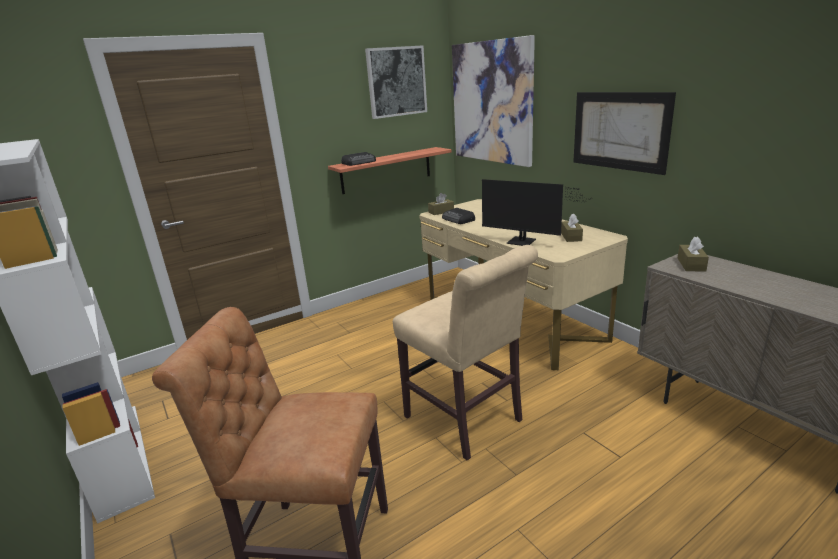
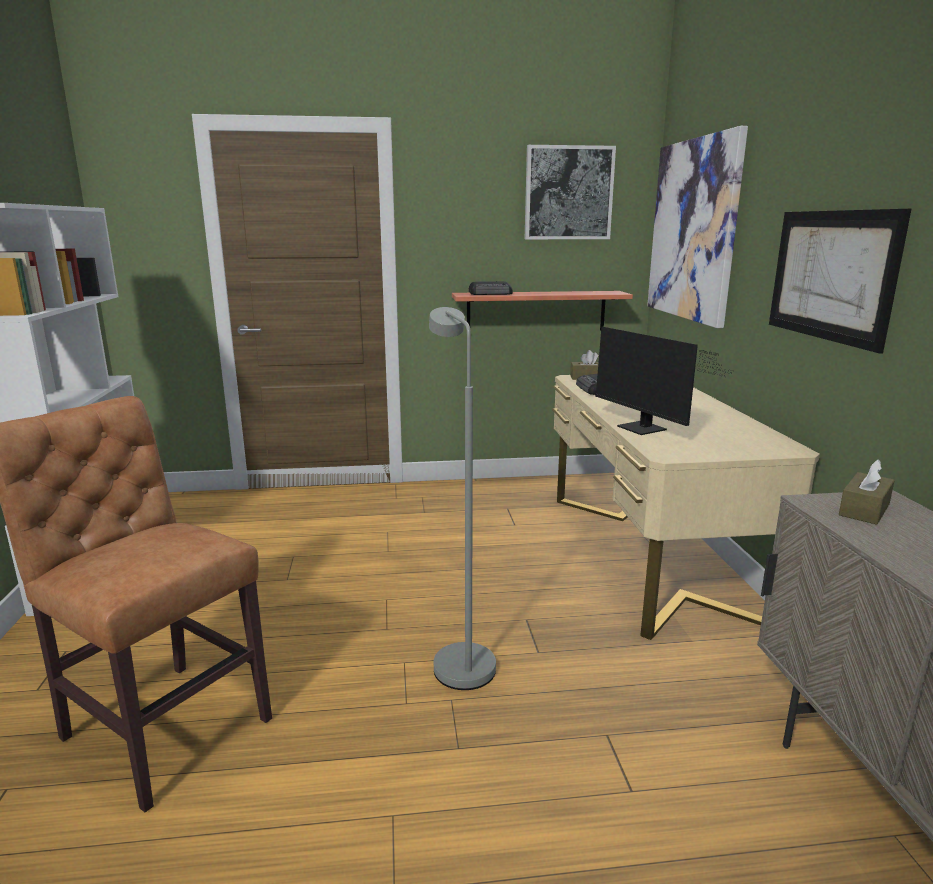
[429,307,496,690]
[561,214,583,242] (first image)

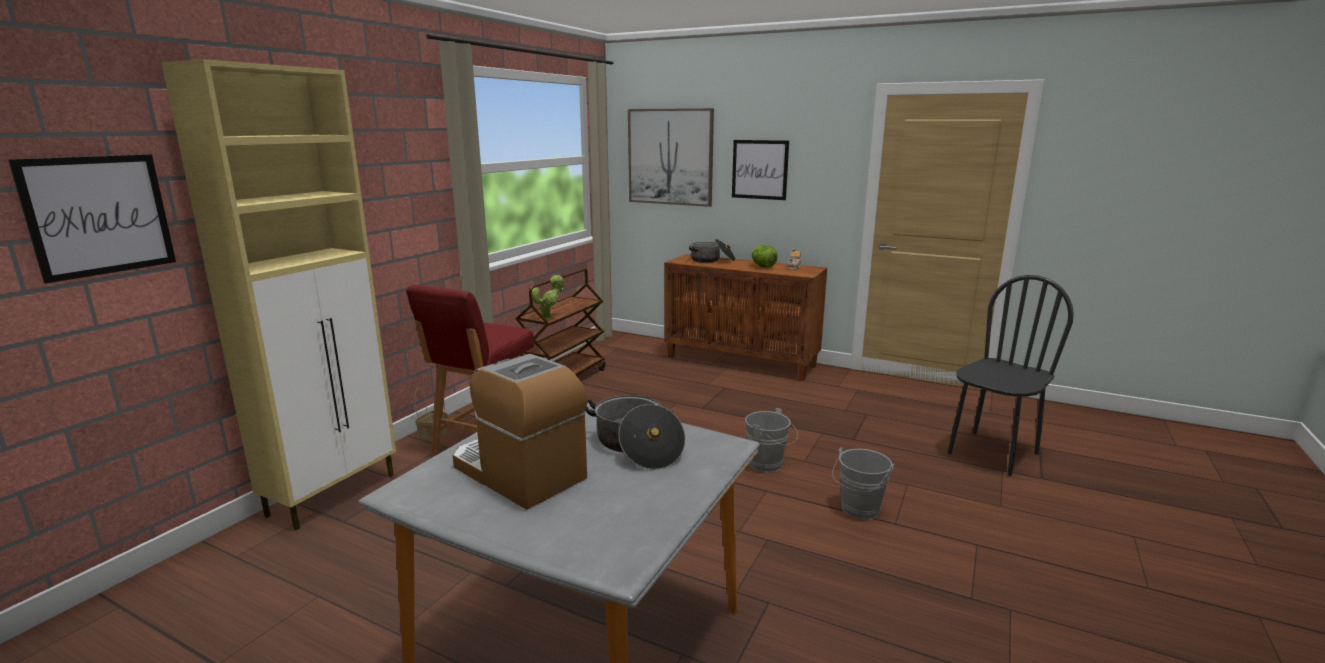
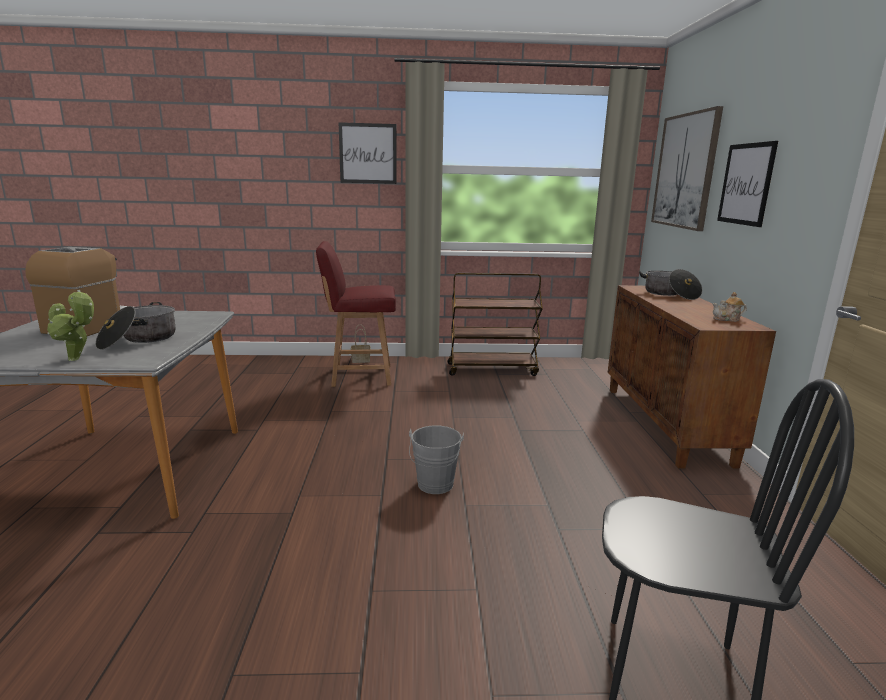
[47,290,94,361]
[339,122,397,184]
[161,59,396,530] (first image)
[751,245,778,268] (first image)
[832,447,895,520] (first image)

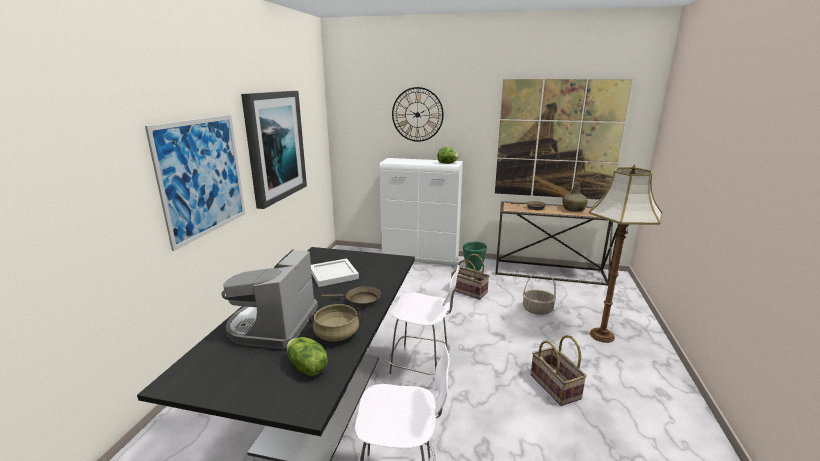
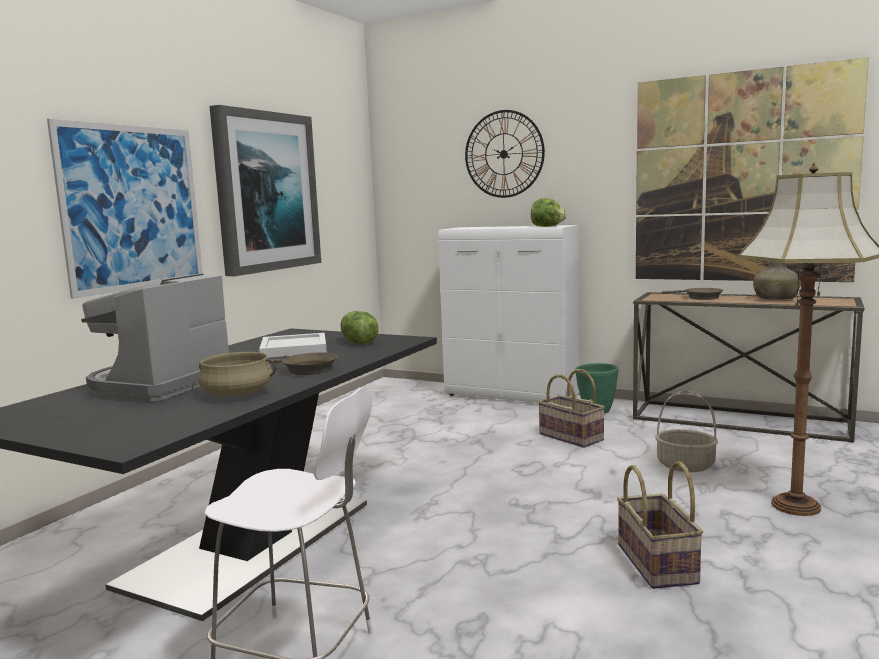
[340,311,378,344]
[388,265,460,390] (first image)

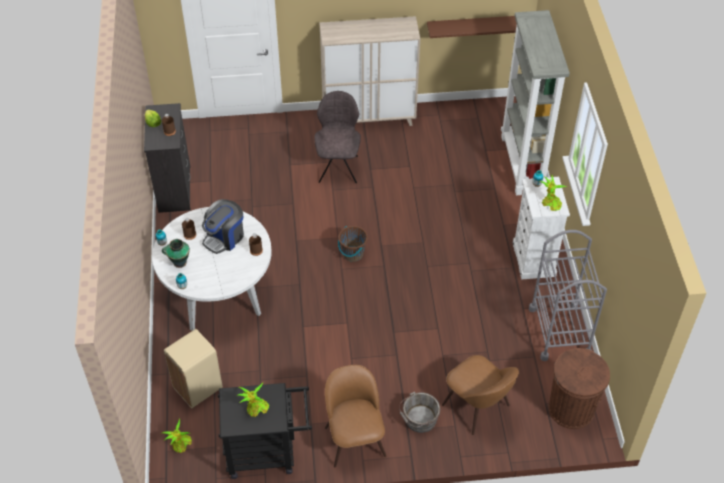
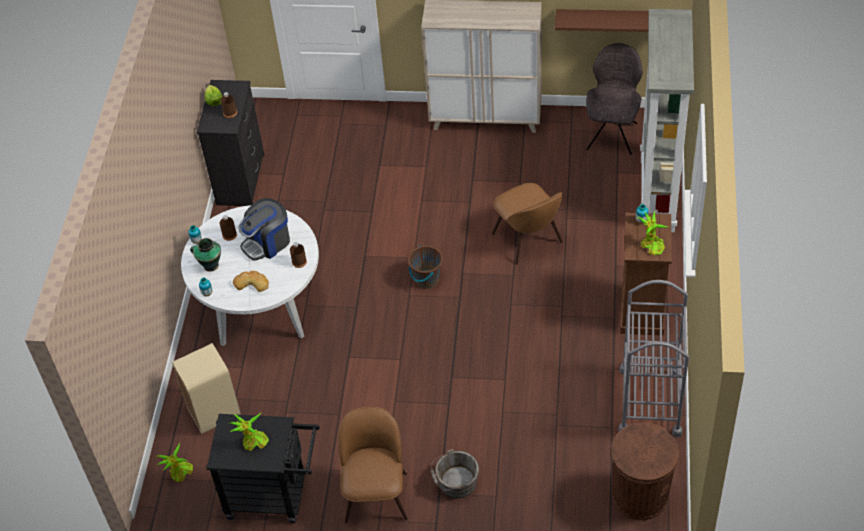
[233,271,269,292]
[492,183,563,265]
[586,43,643,155]
[620,212,672,335]

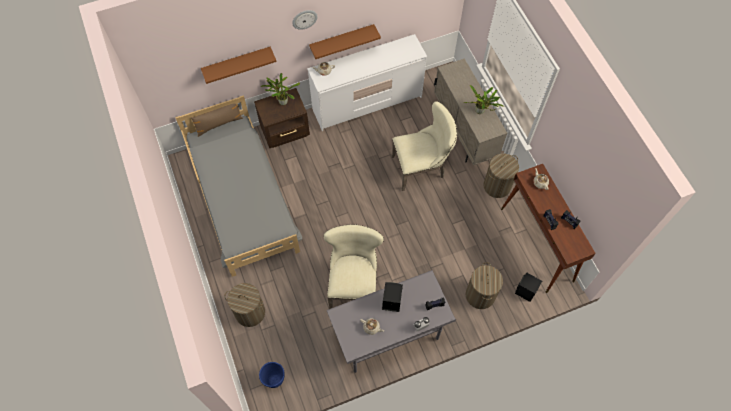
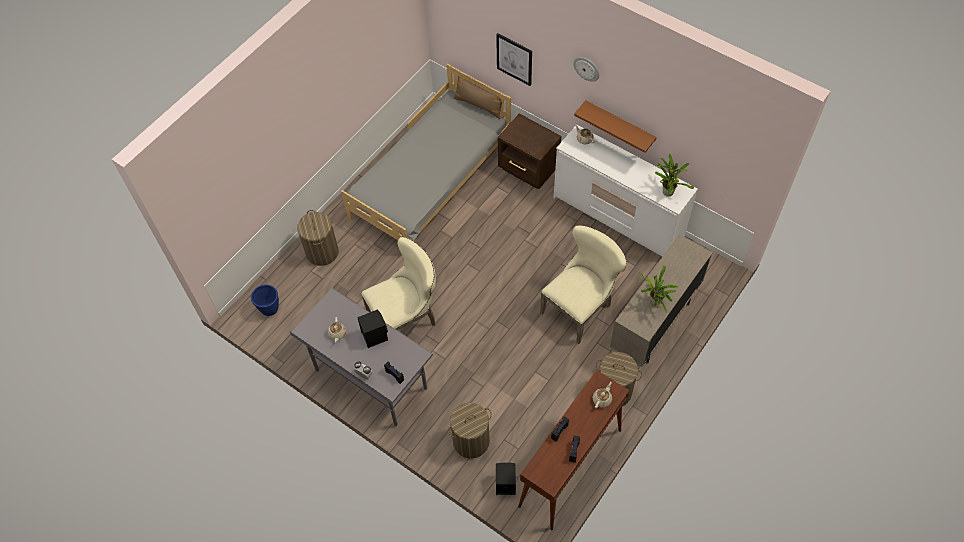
[496,33,532,86]
[540,225,627,344]
[655,154,694,197]

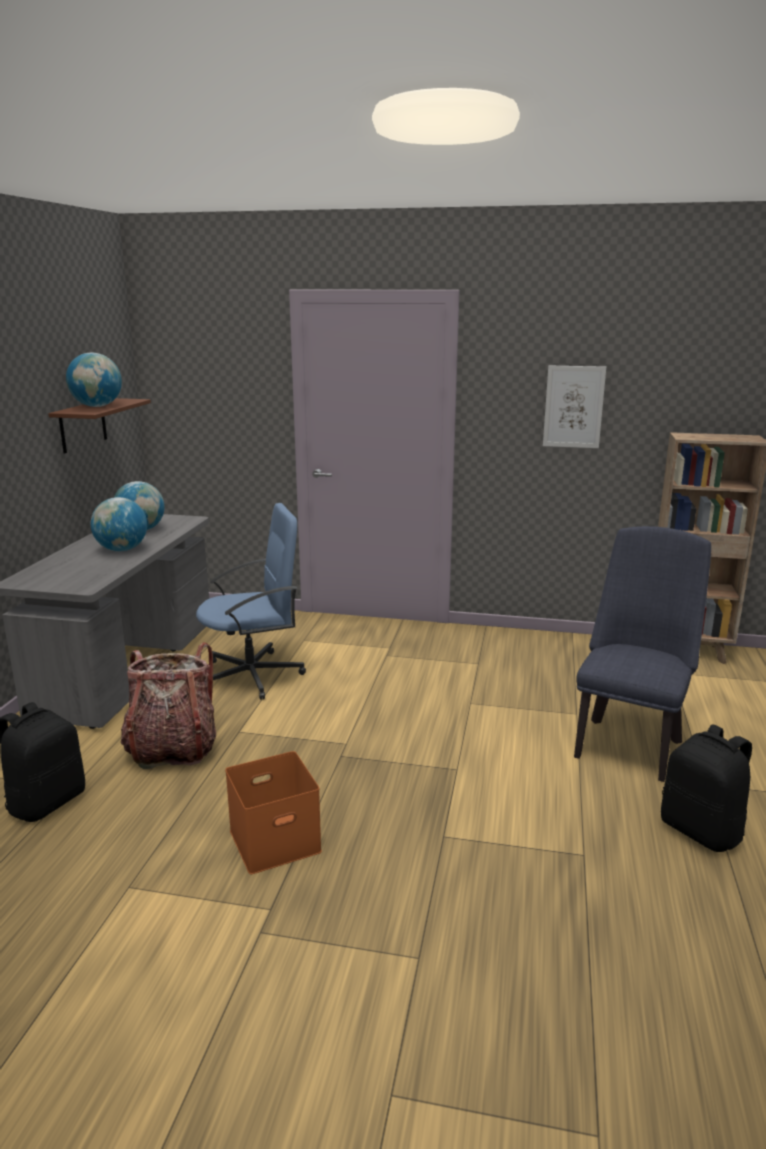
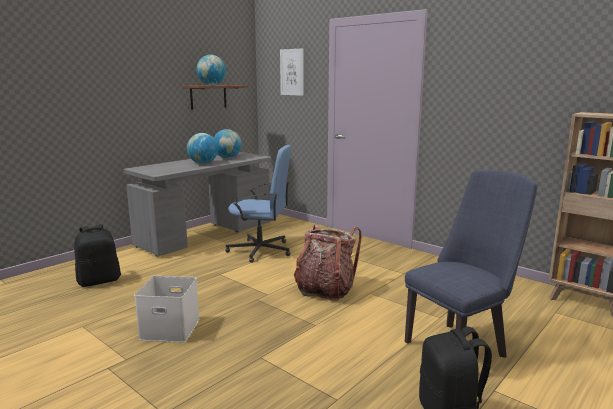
[134,276,199,342]
[280,48,304,96]
[294,225,362,301]

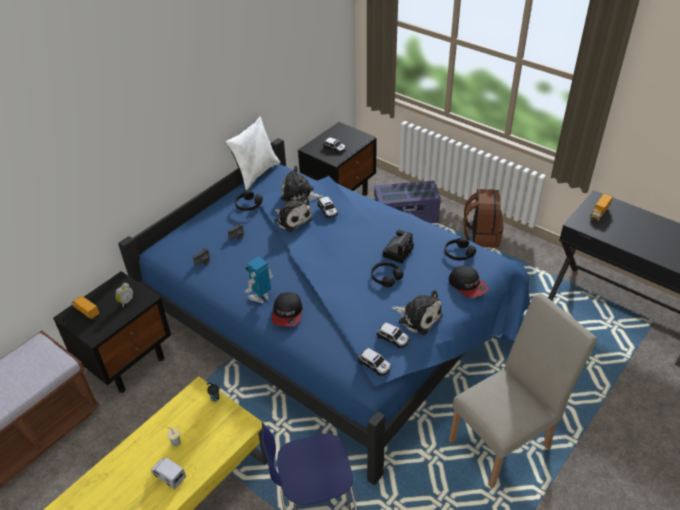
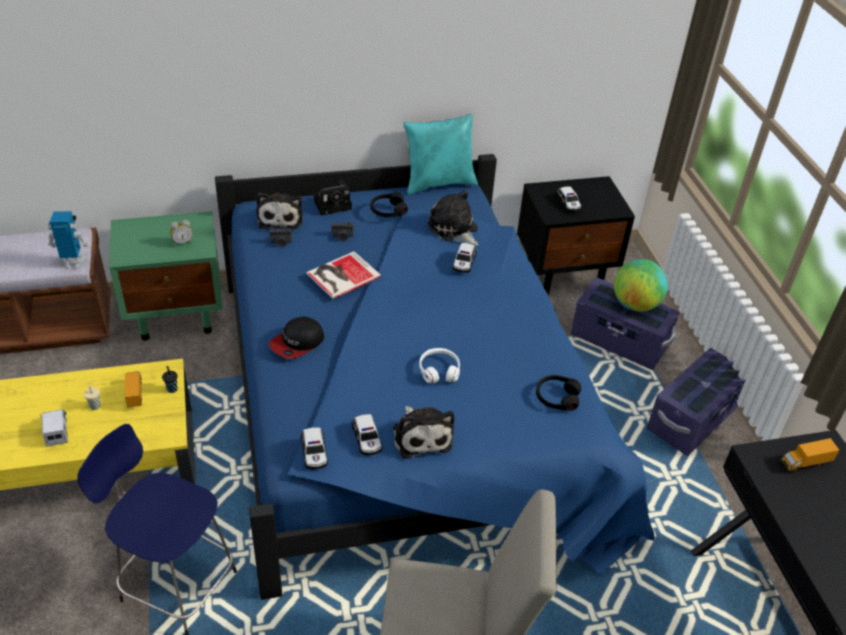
[48,211,90,269]
[109,211,223,341]
[125,371,142,408]
[256,193,303,229]
[306,251,382,299]
[314,180,352,215]
[403,114,478,195]
[419,348,460,383]
[614,259,668,312]
[647,348,745,456]
[449,265,488,298] (first image)

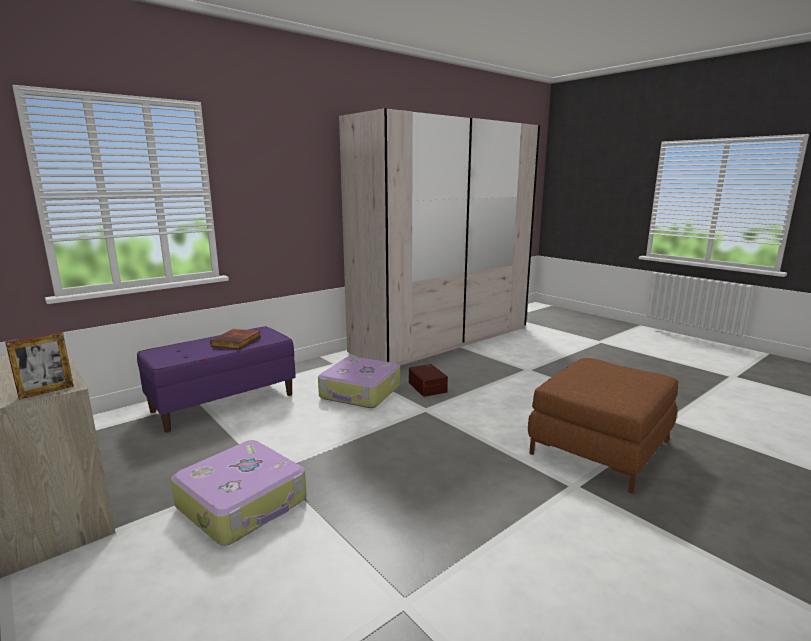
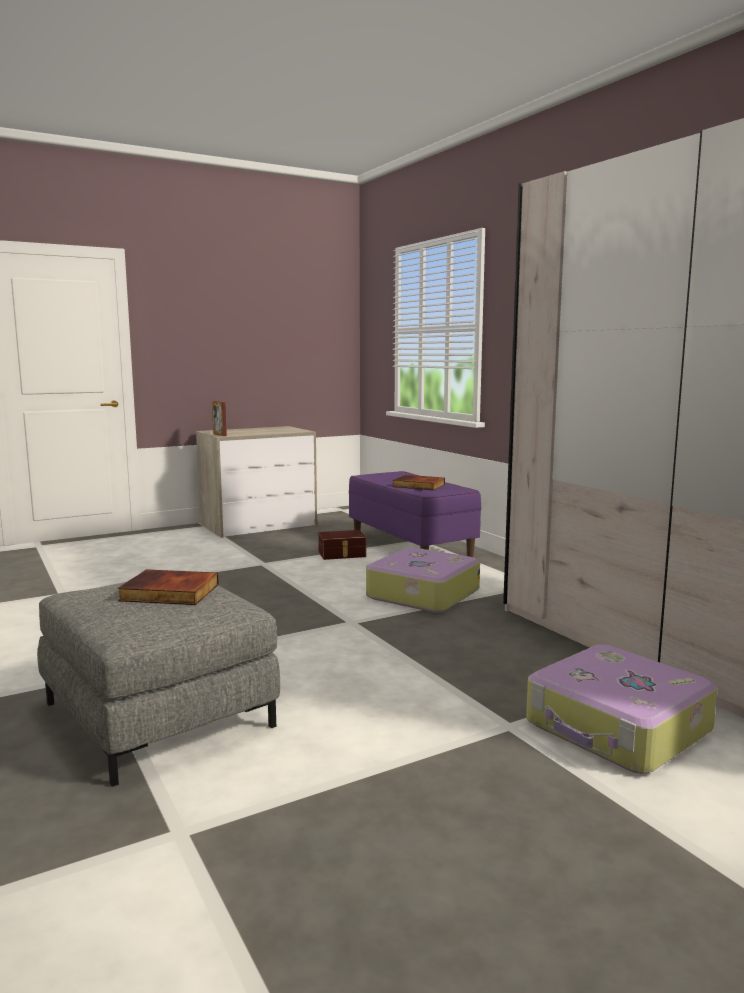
[37,582,280,787]
[118,569,219,605]
[318,530,366,560]
[526,644,718,774]

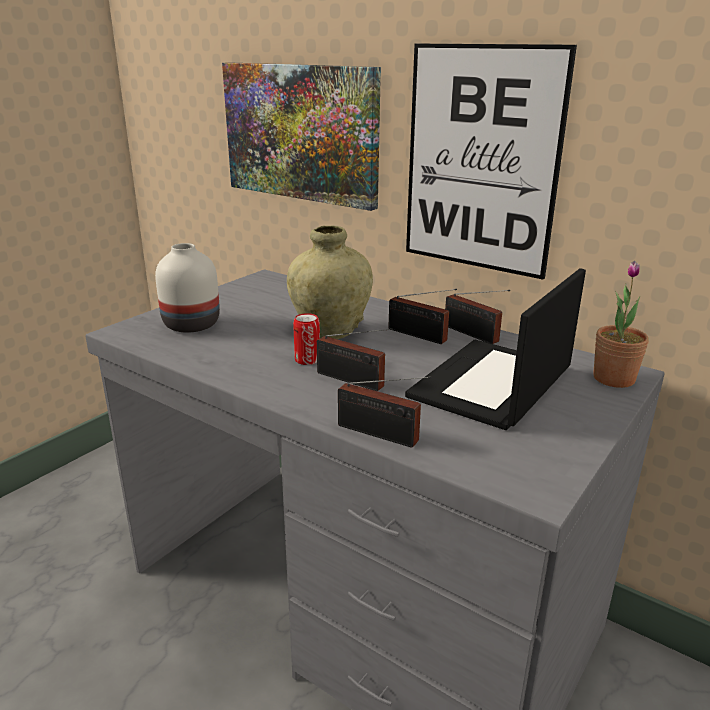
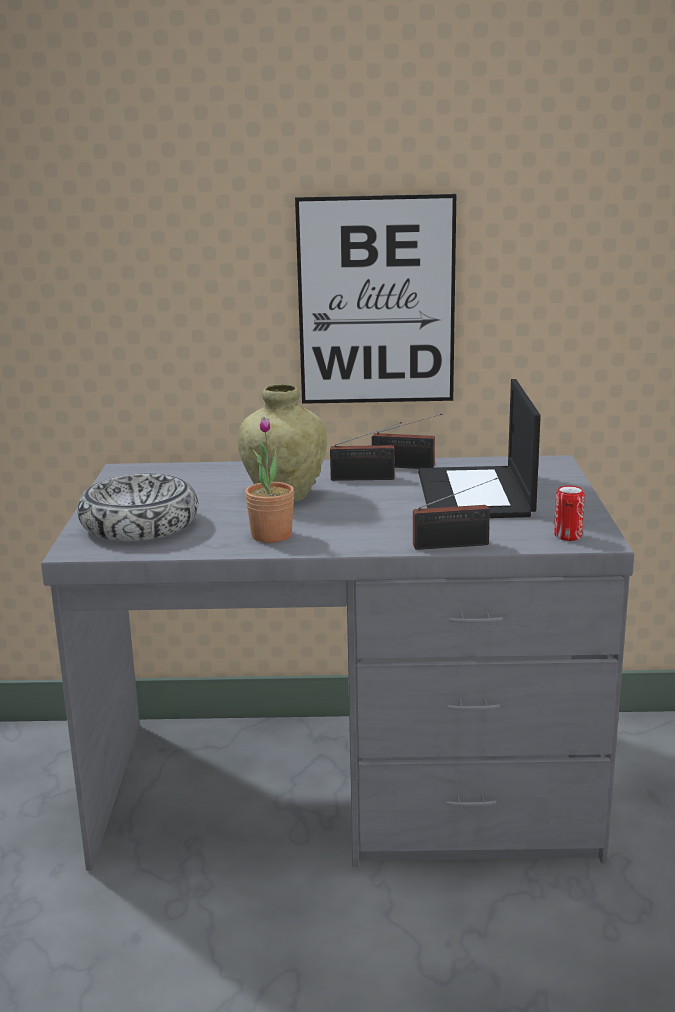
[77,474,198,541]
[245,417,294,543]
[554,485,585,541]
[222,62,381,211] (first image)
[317,328,393,391] (first image)

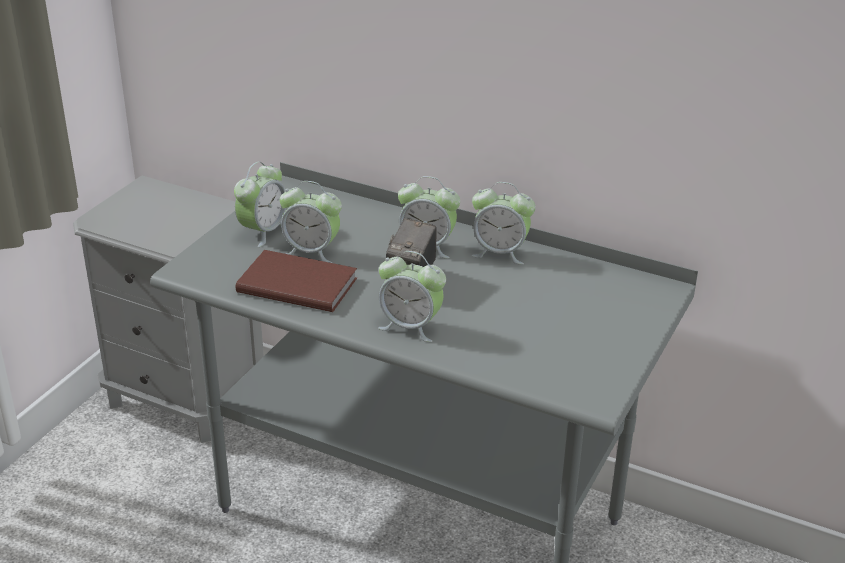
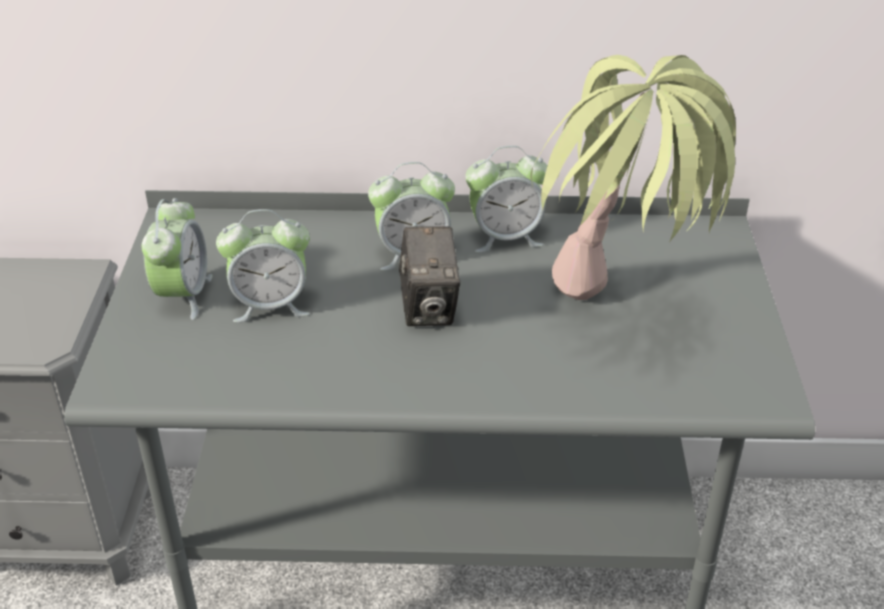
[530,55,736,300]
[236,250,357,312] (first image)
[378,251,446,342] (first image)

